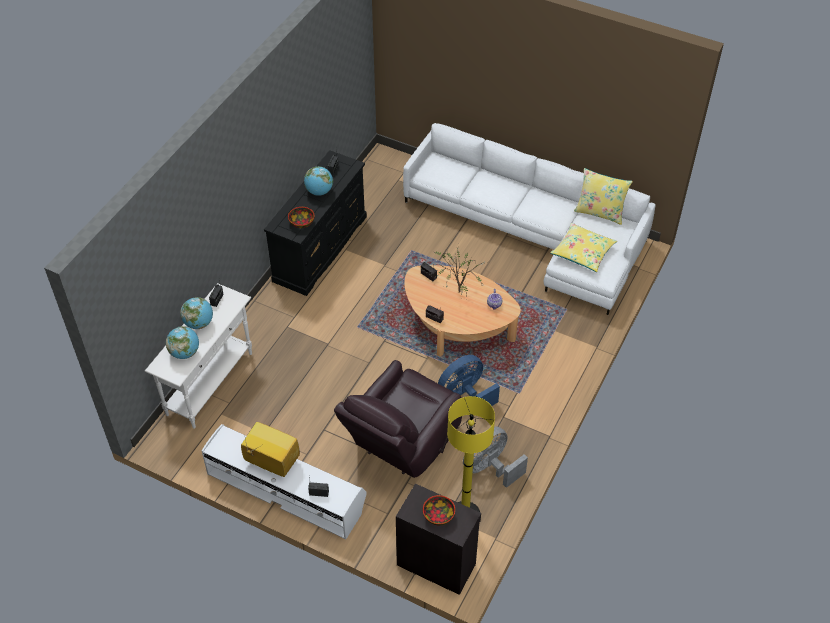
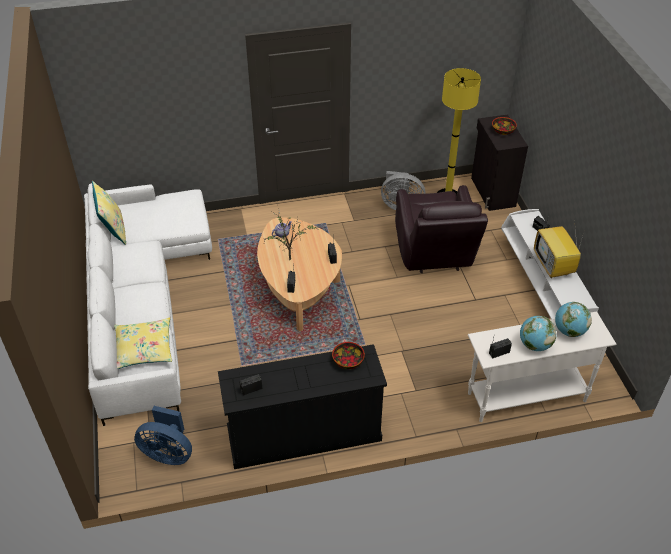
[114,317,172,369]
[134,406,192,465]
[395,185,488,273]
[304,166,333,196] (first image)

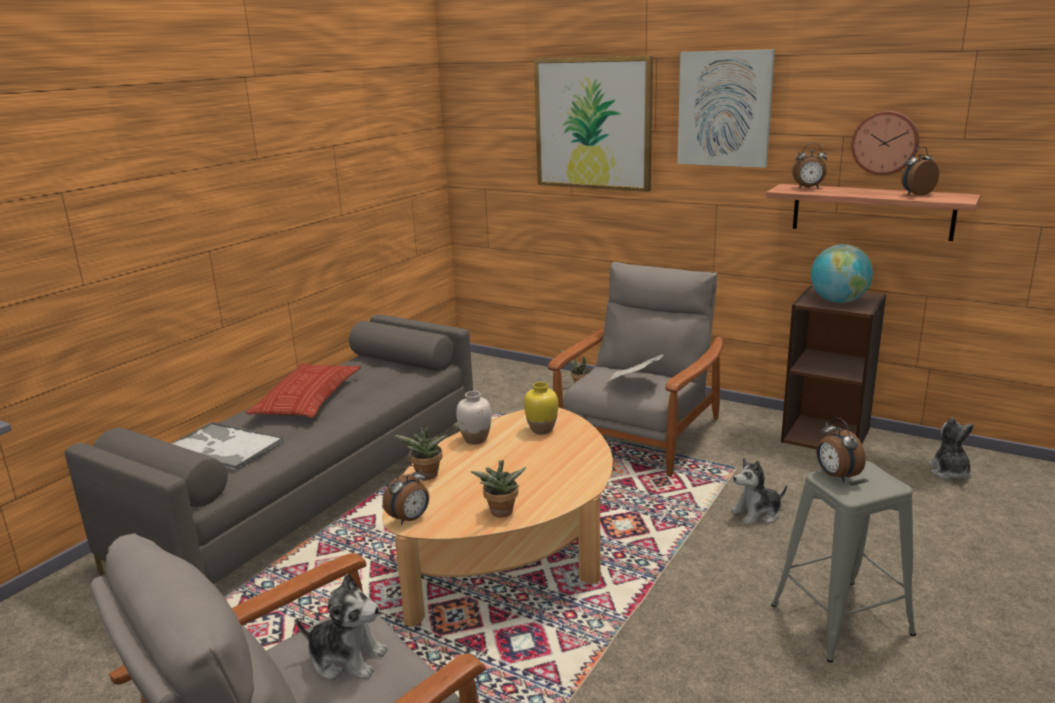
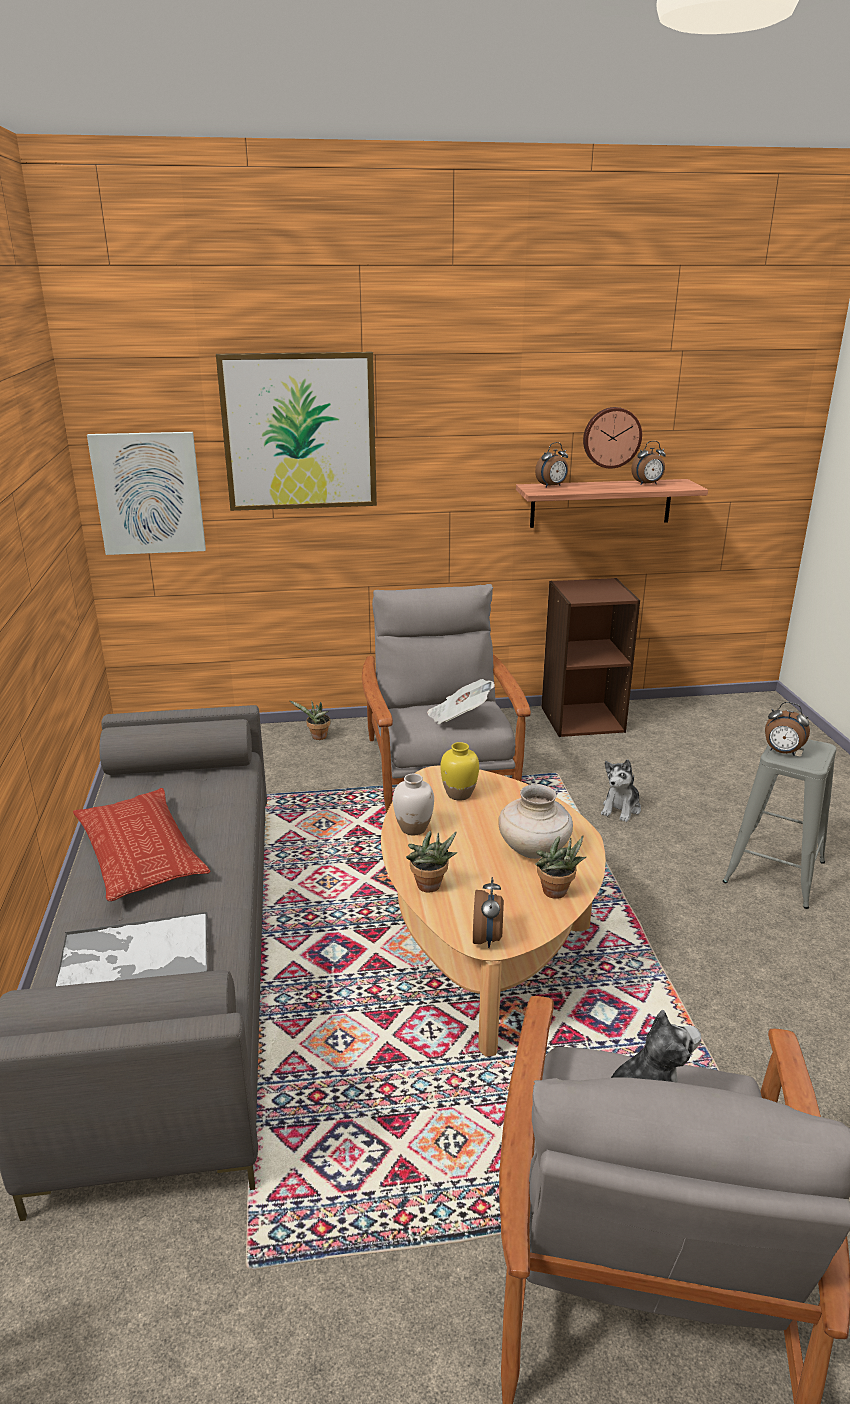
[87,432,206,555]
[498,784,573,859]
[631,441,666,485]
[811,244,873,303] (first image)
[928,417,974,479] (first image)

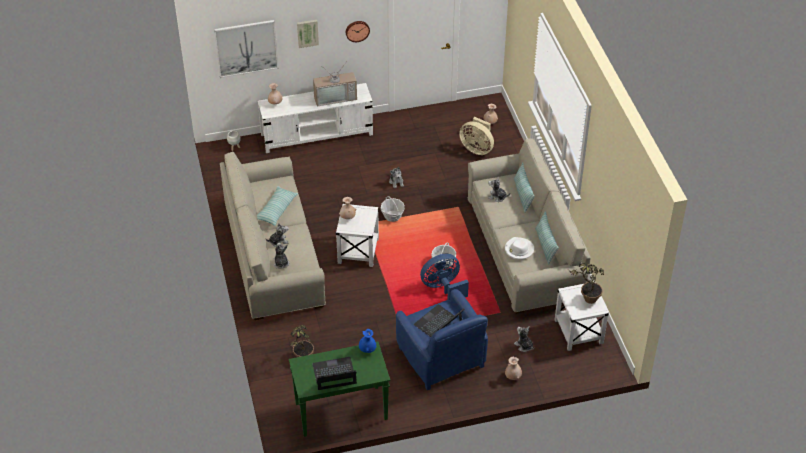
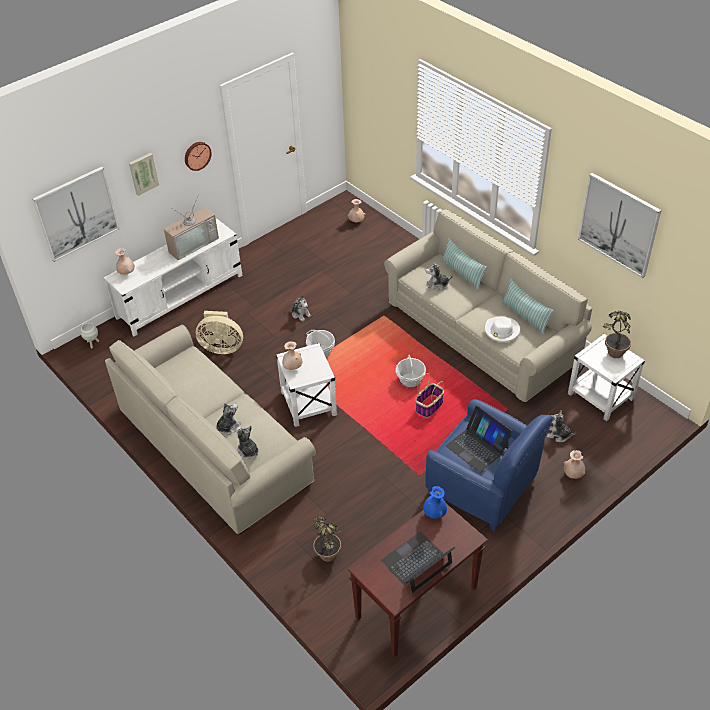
[196,311,243,354]
[347,504,488,658]
[415,373,444,417]
[446,405,513,473]
[578,173,661,278]
[257,186,298,226] (first image)

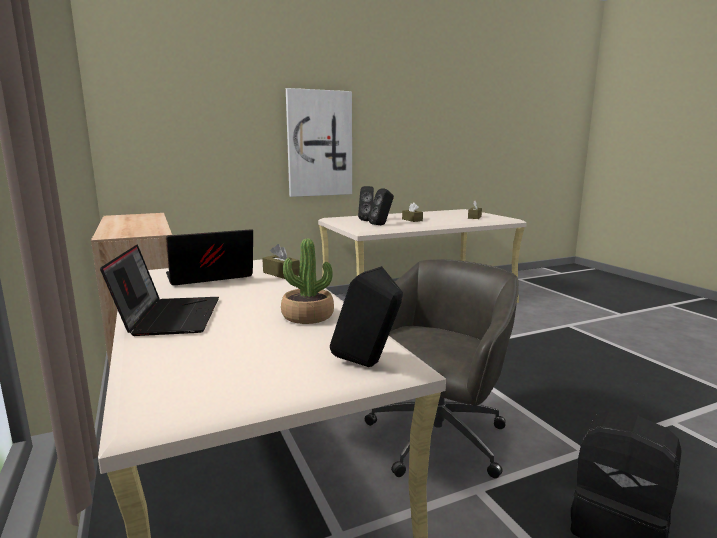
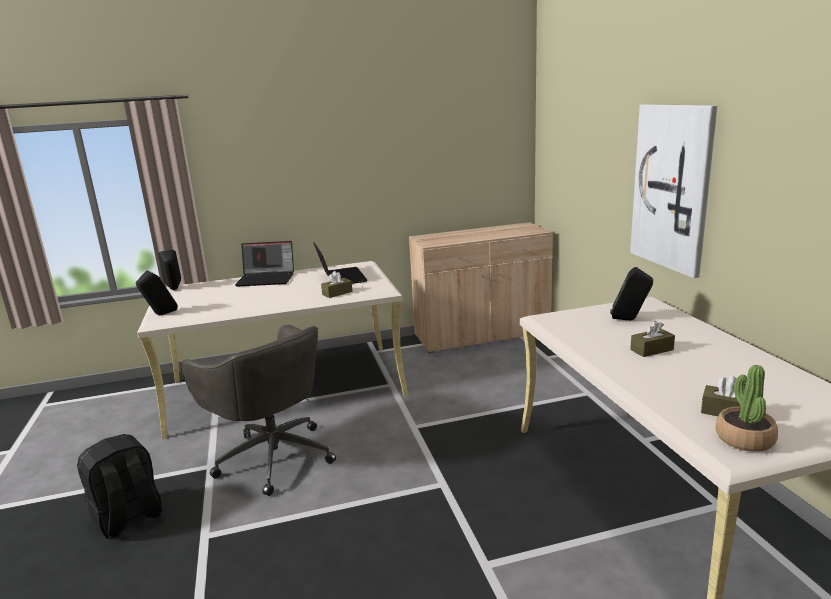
[158,250,181,290]
[716,365,778,452]

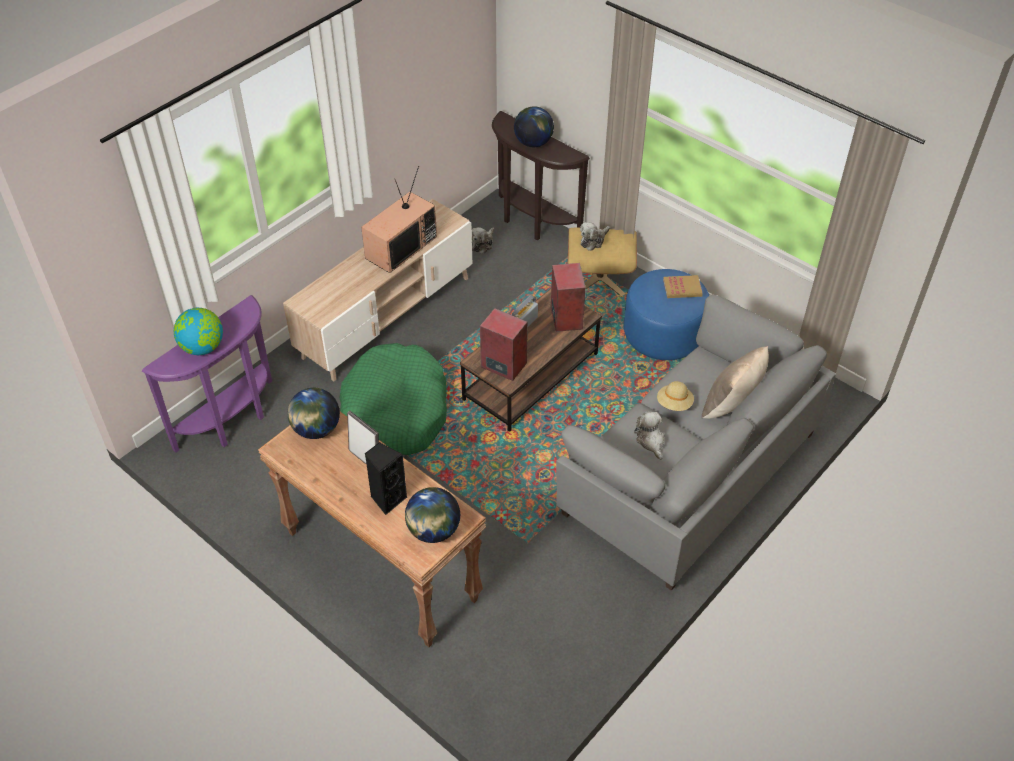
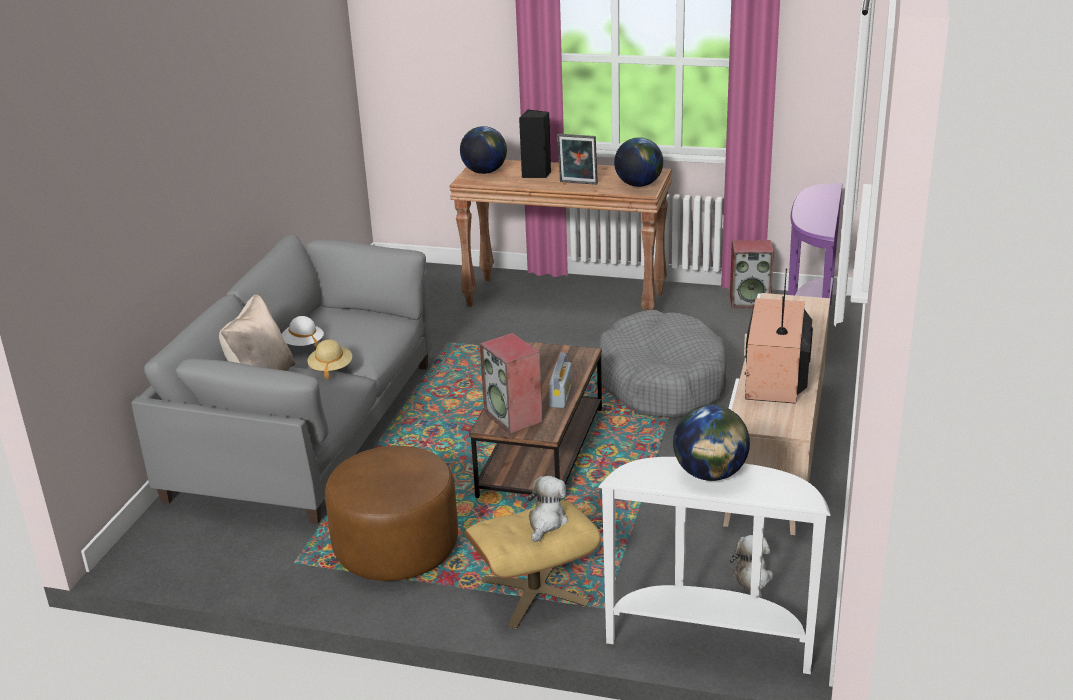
[282,316,324,348]
[325,446,458,581]
[598,457,830,674]
[599,310,726,419]
[730,240,774,308]
[174,308,223,355] (first image)
[634,412,664,460] (first image)
[663,275,703,298] (first image)

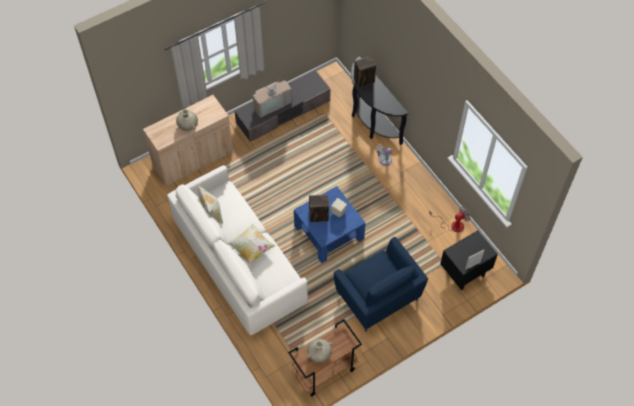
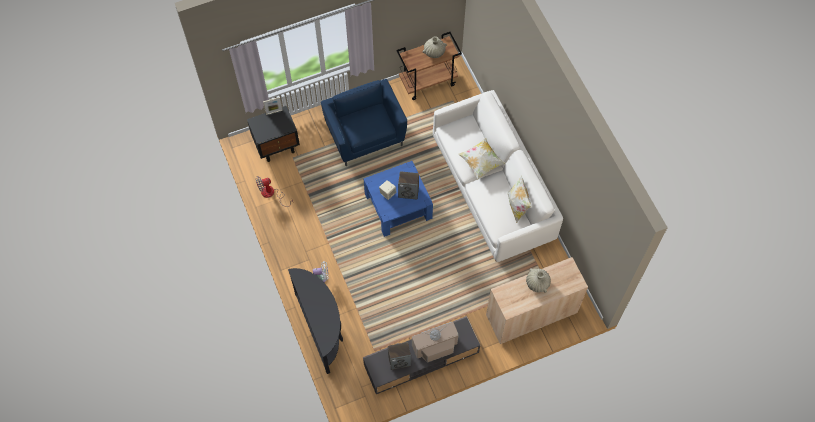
[388,342,411,370]

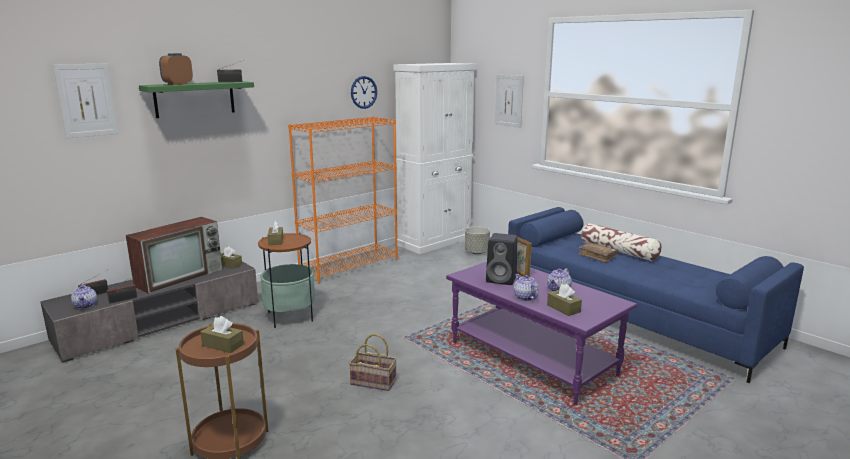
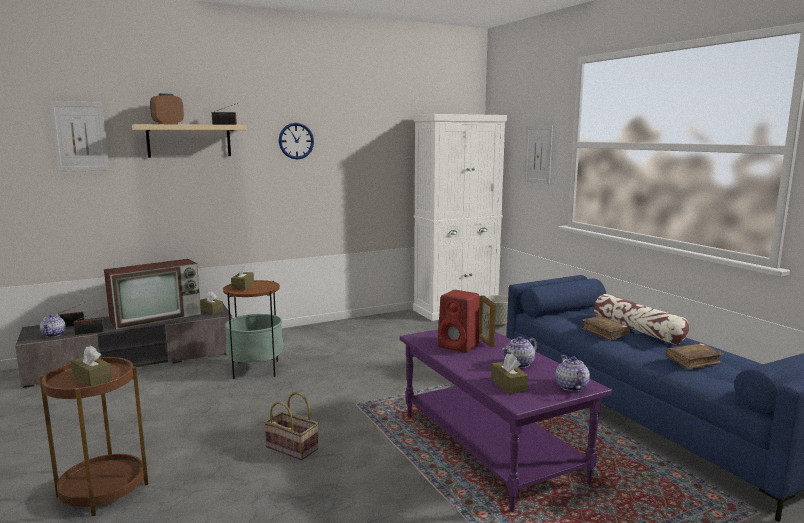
[132,124,247,158]
[279,123,314,160]
[438,290,479,353]
[555,355,590,392]
[666,343,724,370]
[288,116,398,284] (first image)

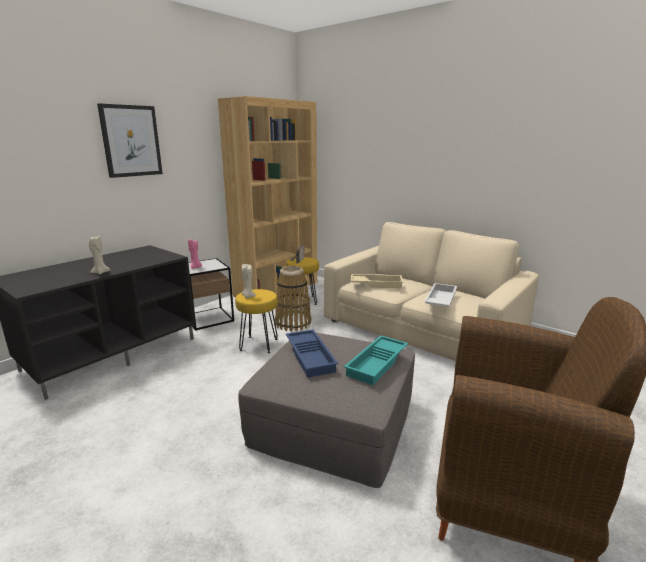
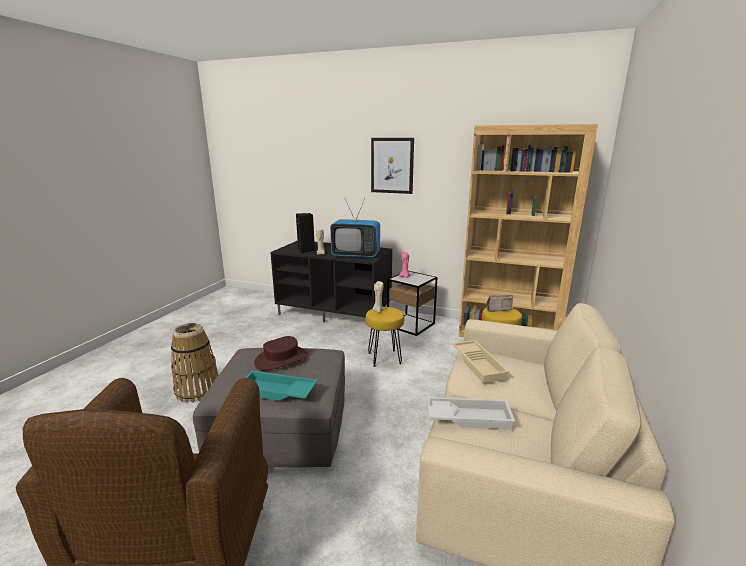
[171,323,218,403]
[254,336,308,371]
[296,213,315,253]
[330,198,380,258]

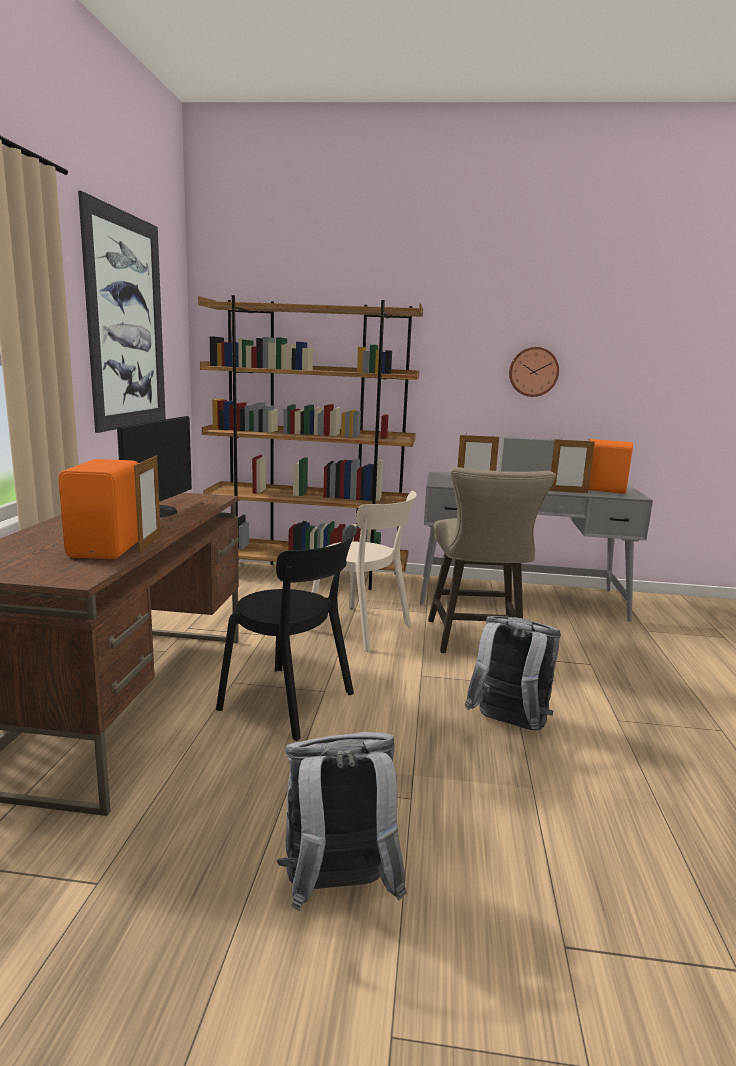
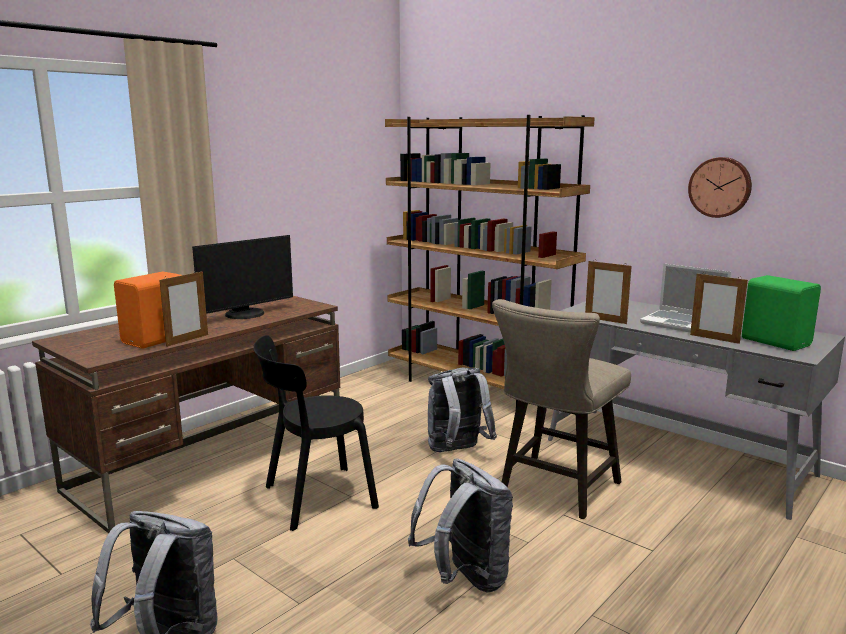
[253,335,379,531]
[428,368,497,452]
[742,275,821,351]
[78,191,166,433] (first image)

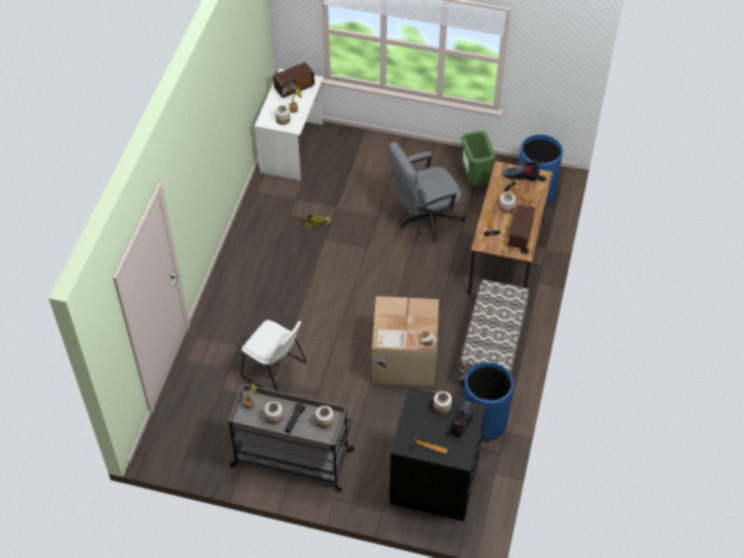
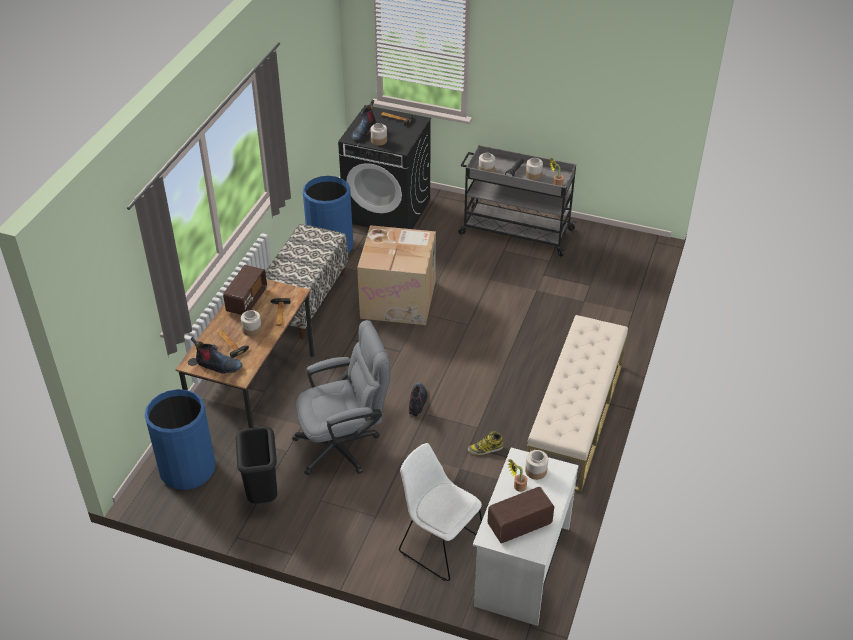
[236,426,277,504]
[399,443,482,581]
[409,383,428,417]
[527,315,628,493]

